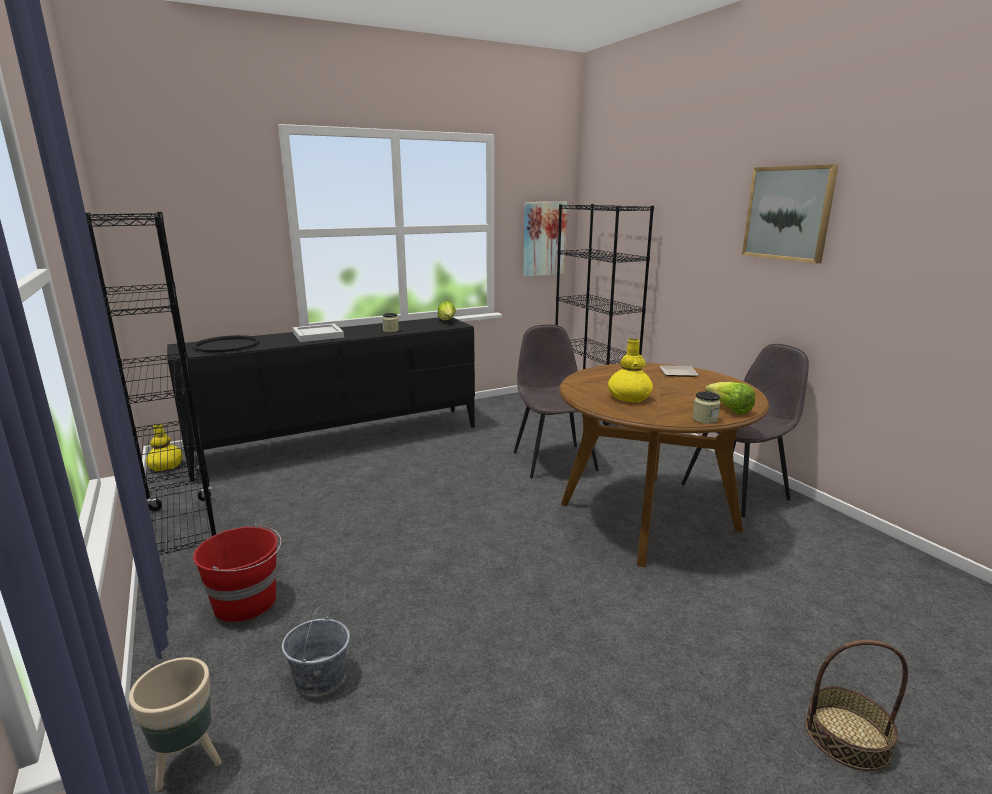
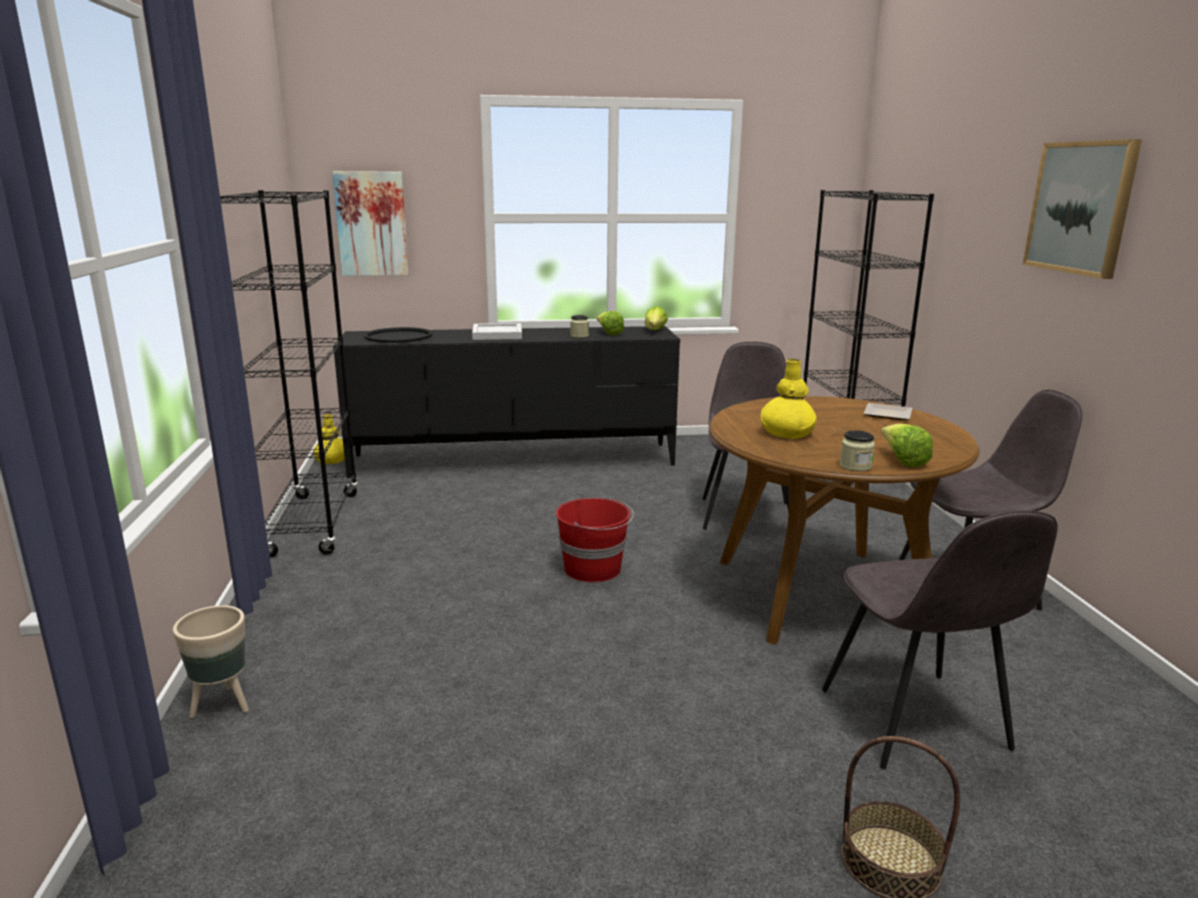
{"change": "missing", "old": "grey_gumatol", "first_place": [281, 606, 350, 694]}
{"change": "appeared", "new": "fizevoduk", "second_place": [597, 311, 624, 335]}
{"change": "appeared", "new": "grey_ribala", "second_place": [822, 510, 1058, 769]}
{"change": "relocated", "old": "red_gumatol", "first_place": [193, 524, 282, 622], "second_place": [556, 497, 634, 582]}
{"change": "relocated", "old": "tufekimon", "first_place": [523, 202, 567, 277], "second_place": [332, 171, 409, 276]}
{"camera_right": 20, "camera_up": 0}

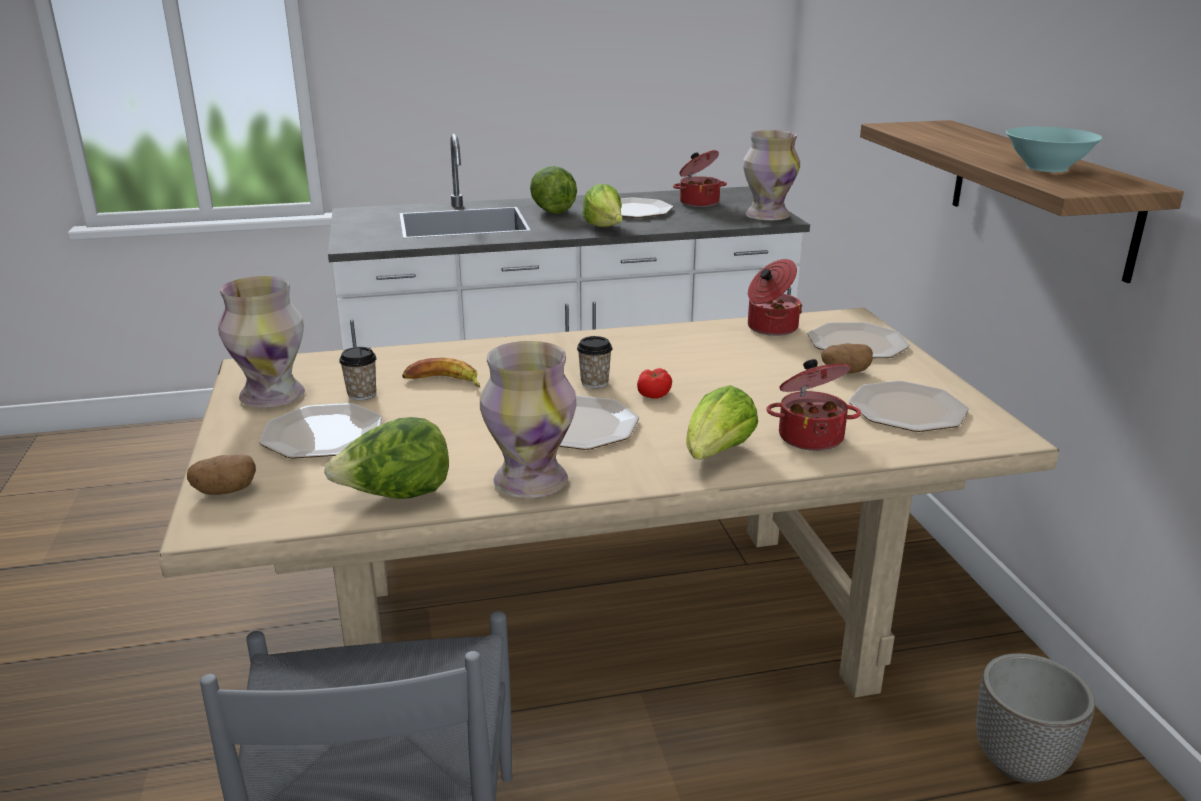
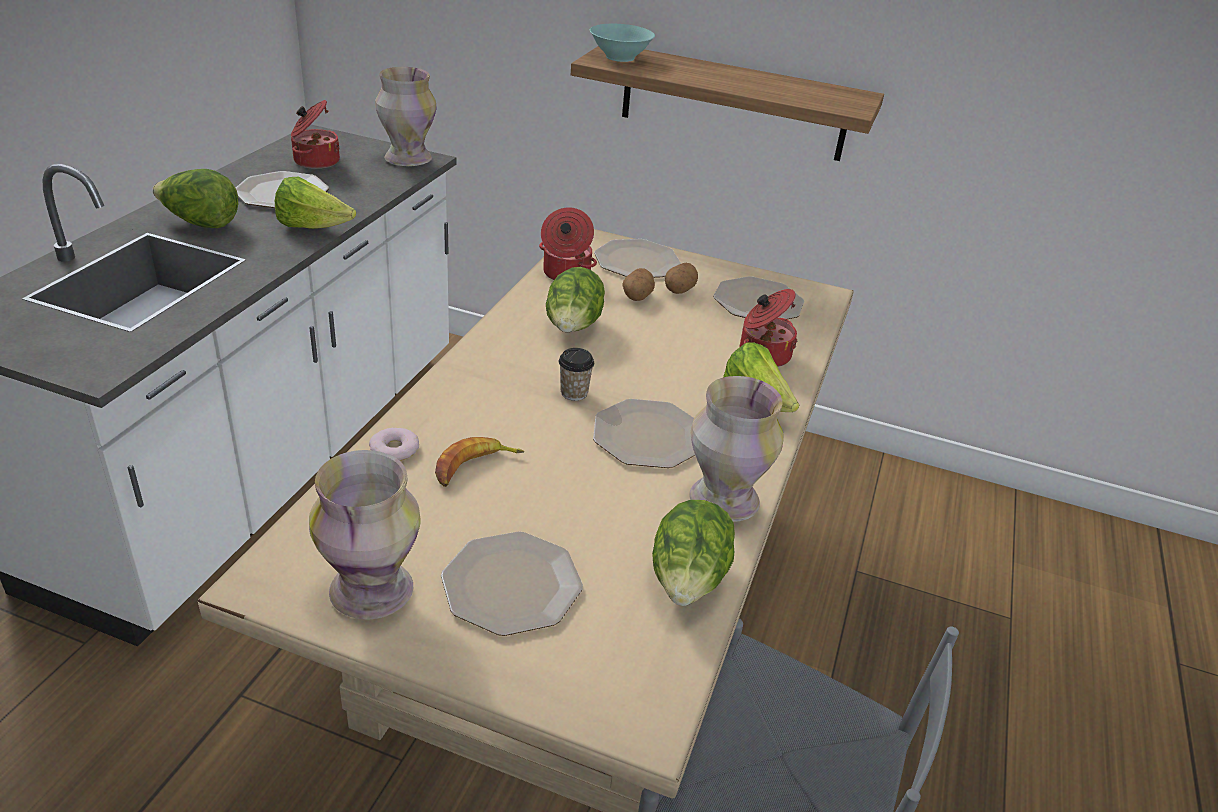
{"change": "missing", "old": "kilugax", "first_place": [339, 347, 377, 400]}
{"change": "missing", "old": "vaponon", "first_place": [637, 368, 672, 399]}
{"change": "missing", "old": "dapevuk", "first_place": [976, 653, 1095, 783]}
{"change": "appeared", "new": "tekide", "second_place": [369, 427, 419, 461]}
{"change": "appeared", "new": "fizevoduk", "second_place": [546, 267, 605, 332]}
{"change": "relocated", "old": "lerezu", "first_place": [187, 455, 256, 495], "second_place": [622, 268, 655, 301]}
{"change": "relocated", "old": "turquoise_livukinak", "first_place": [1006, 127, 1103, 172], "second_place": [590, 24, 655, 62]}
{"camera_right": -60, "camera_up": 10}

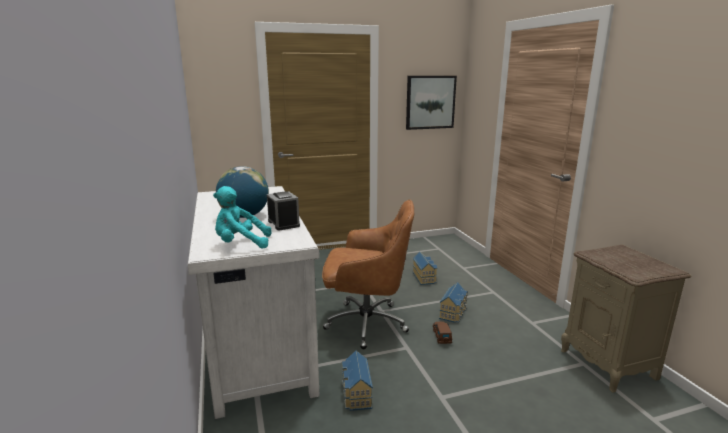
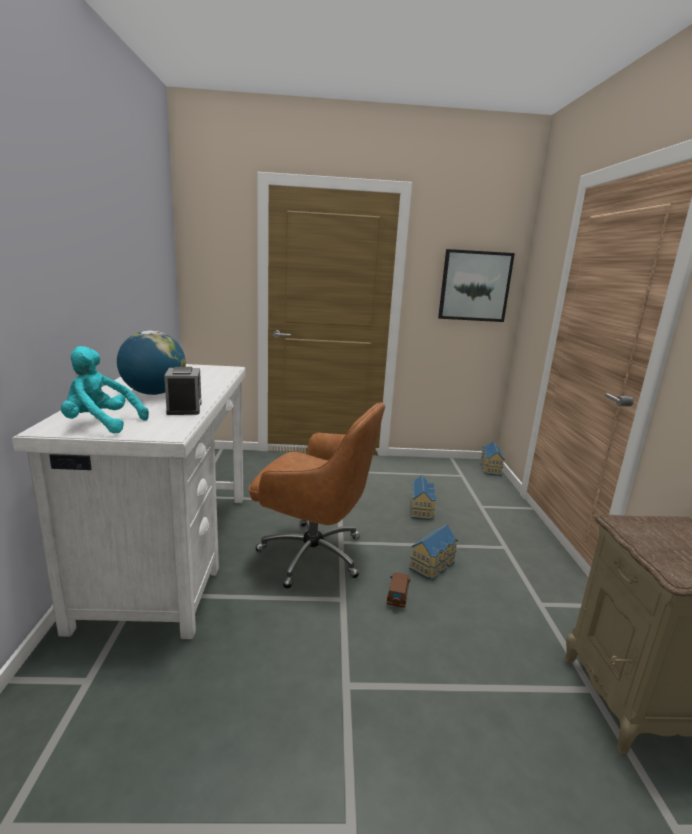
{"change": "relocated", "old": "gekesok", "first_place": [342, 351, 373, 411], "second_place": [480, 441, 505, 476]}
{"camera_right": 15, "camera_up": 0}

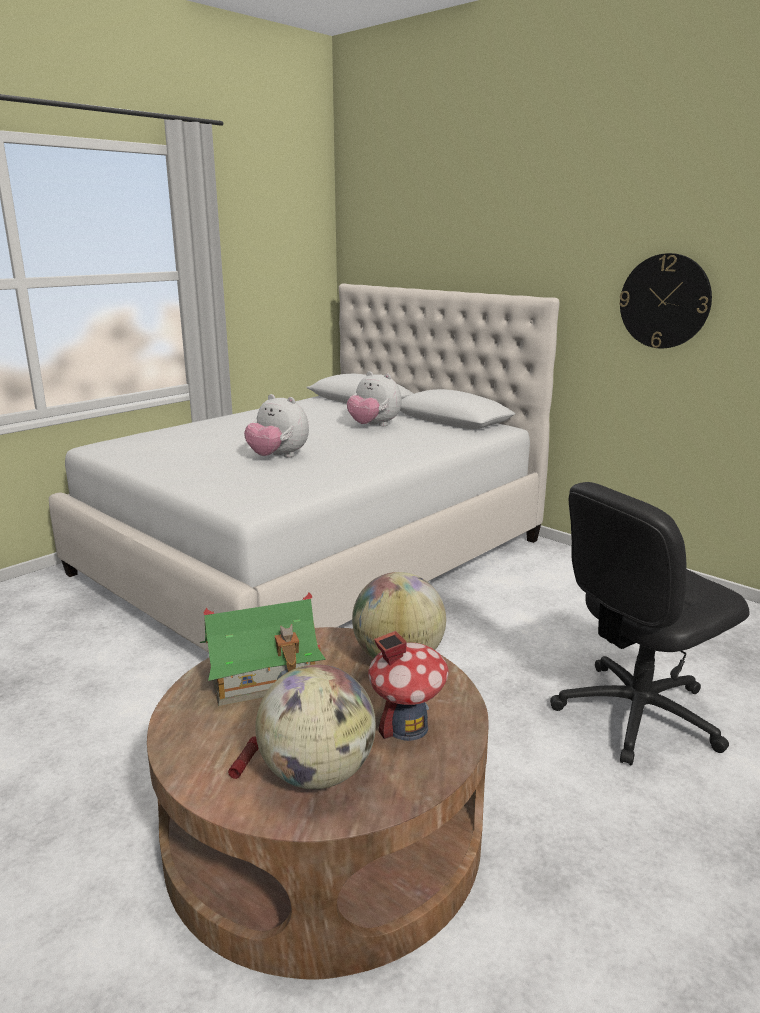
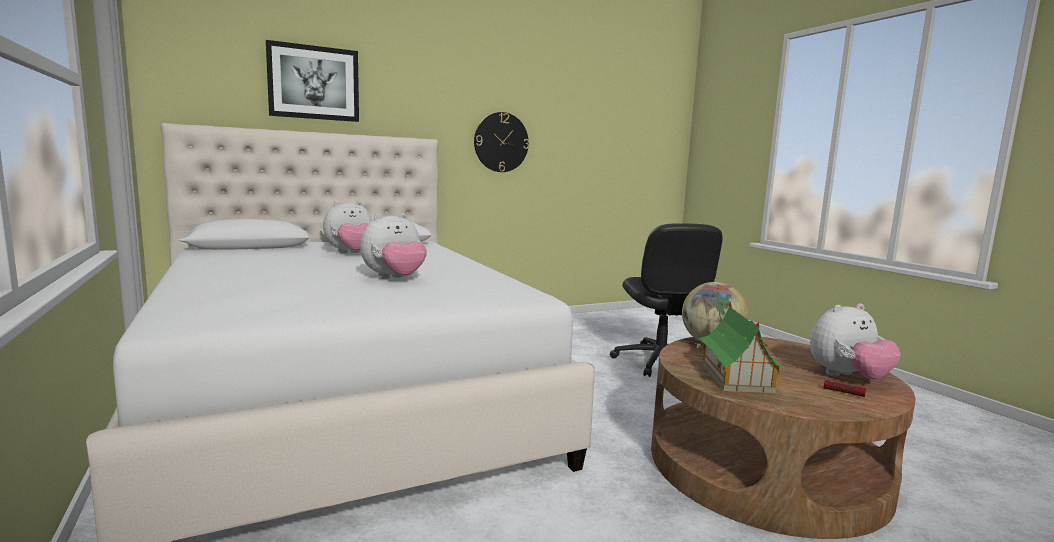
{"change": "missing", "old": "gekesok", "first_place": [368, 631, 449, 741]}
{"change": "appeared", "new": "tufekimon", "second_place": [266, 40, 359, 122]}
{"change": "exchanged", "old": "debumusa", "new": "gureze", "first_place": [255, 664, 376, 789], "second_place": [810, 303, 901, 379]}
{"camera_right": -70, "camera_up": -10}

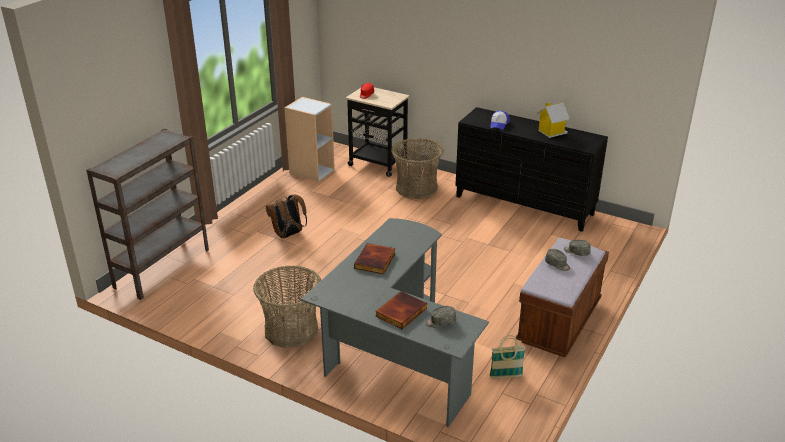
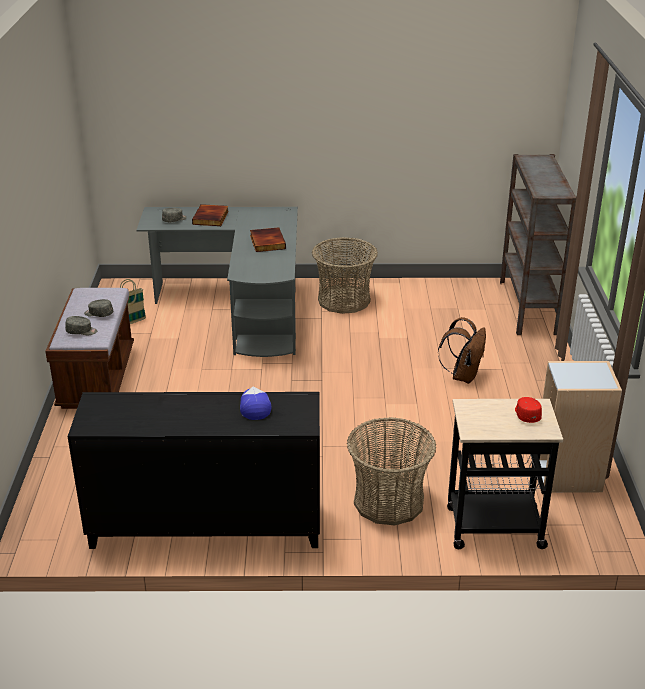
{"change": "missing", "old": "gekesok", "first_place": [537, 102, 570, 138]}
{"camera_right": 150, "camera_up": 0}

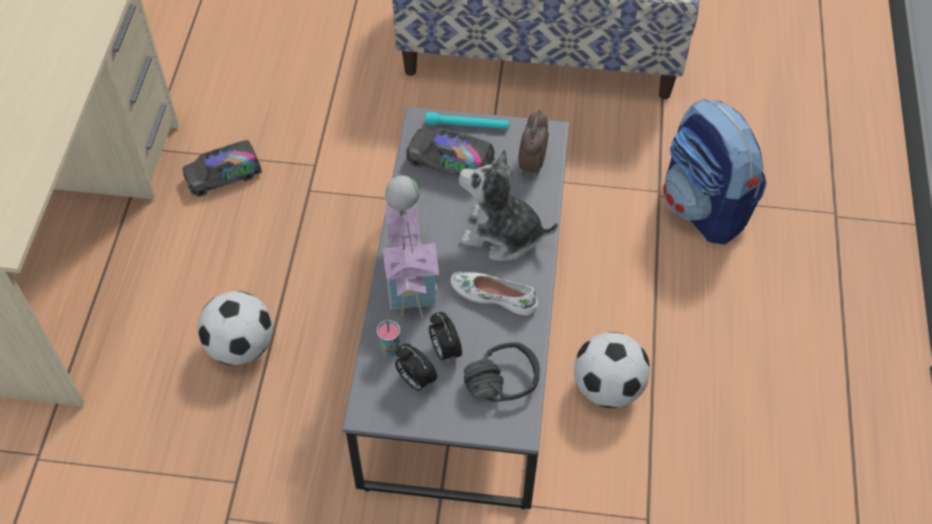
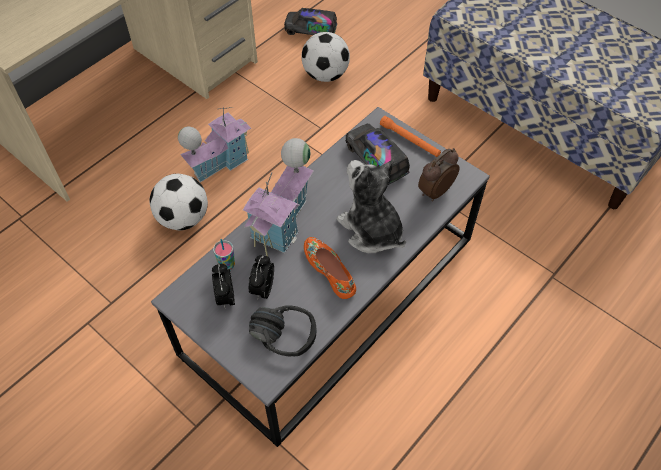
{"change": "missing", "old": "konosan", "first_place": [663, 99, 766, 245]}
{"change": "appeared", "new": "gekesok", "second_place": [178, 107, 252, 182]}
{"change": "relocated", "old": "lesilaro", "first_place": [183, 140, 262, 197], "second_place": [284, 8, 337, 35]}
{"change": "relocated", "old": "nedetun", "first_place": [574, 332, 650, 408], "second_place": [302, 32, 350, 82]}
{"change": "colour", "old": "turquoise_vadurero", "new": "orange_vadurero", "first_place": [425, 112, 509, 129], "second_place": [380, 116, 441, 157]}
{"change": "colour", "old": "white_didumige", "new": "orange_didumige", "first_place": [451, 272, 538, 315], "second_place": [304, 237, 356, 299]}
{"camera_right": 35, "camera_up": 0}

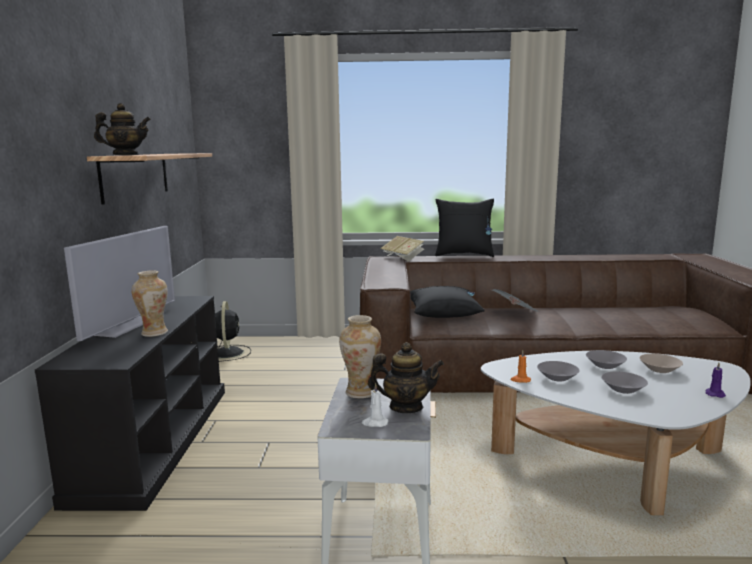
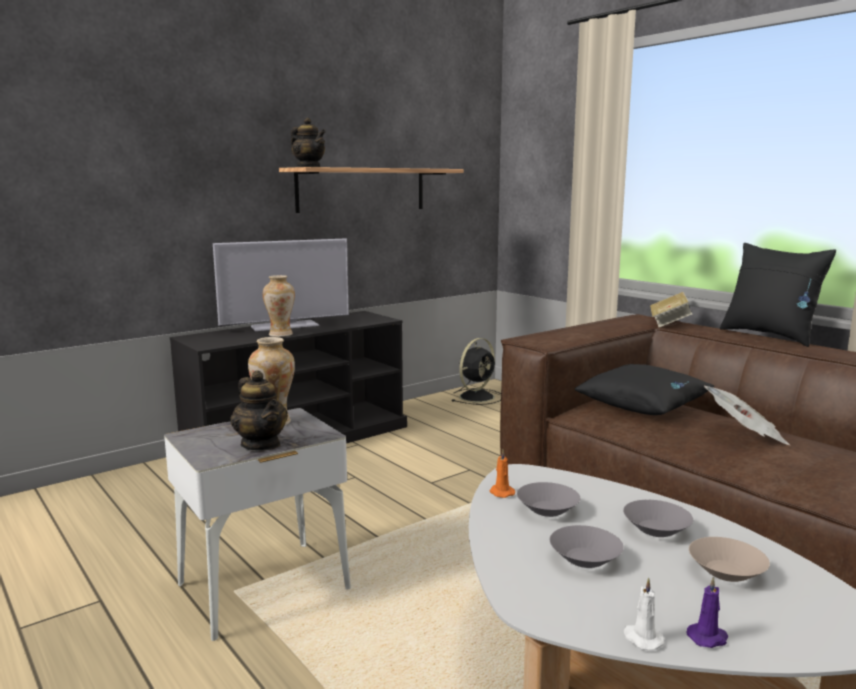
{"change": "relocated", "old": "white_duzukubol", "first_place": [362, 383, 388, 427], "second_place": [624, 578, 665, 651]}
{"camera_right": 50, "camera_up": 0}

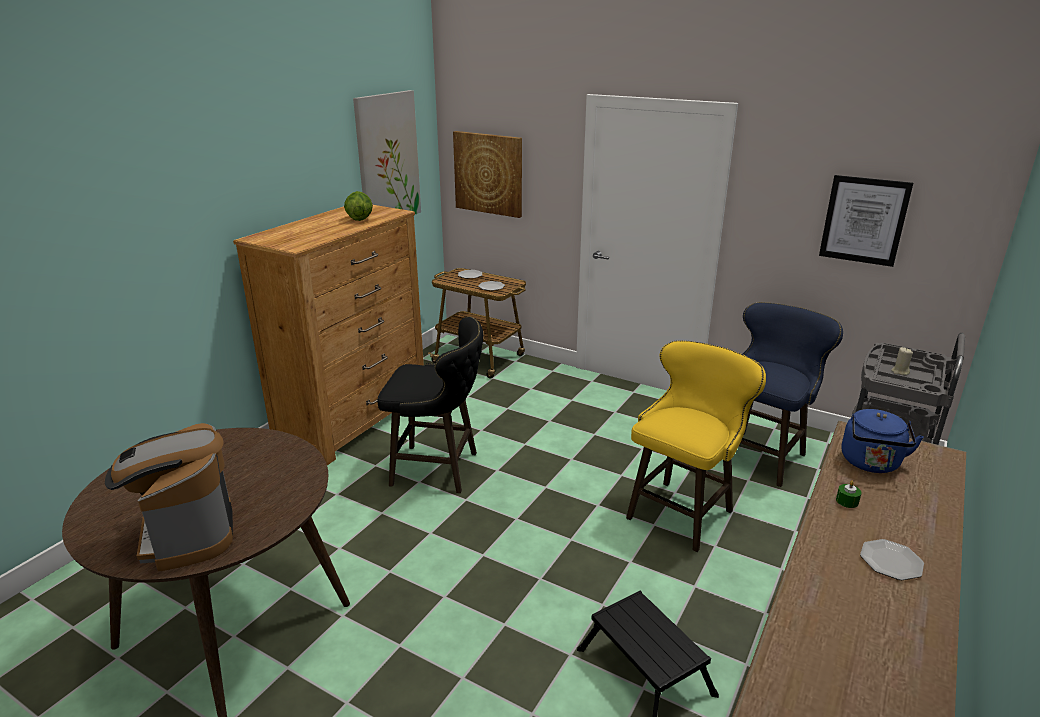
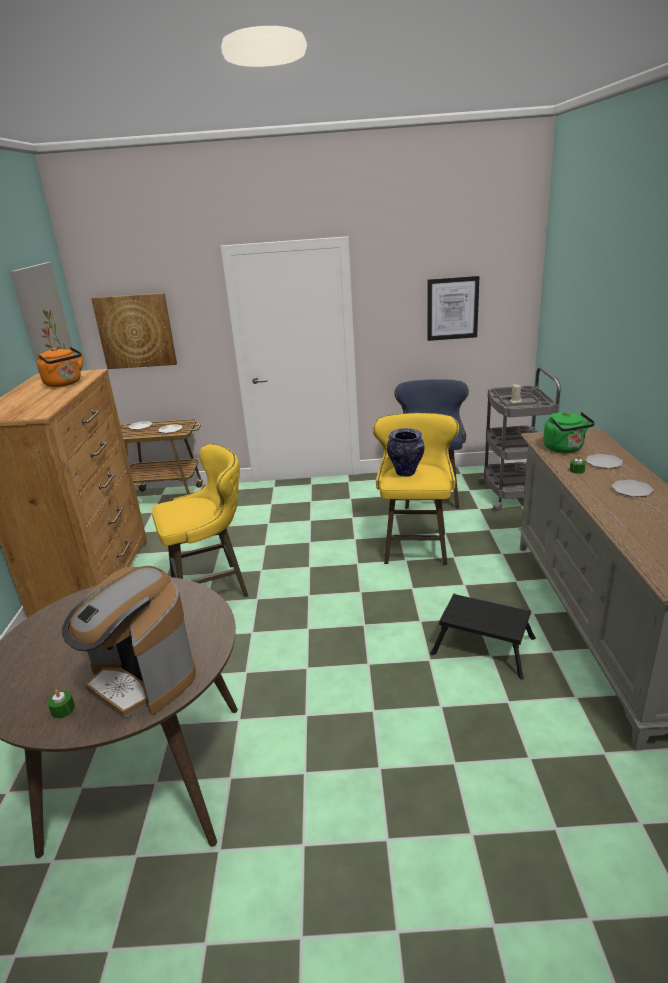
{"change": "appeared", "new": "green_duzukubol", "second_place": [47, 689, 75, 718]}
{"change": "appeared", "new": "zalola", "second_place": [387, 428, 424, 477]}
{"change": "appeared", "new": "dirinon", "second_place": [586, 454, 623, 469]}
{"change": "exchanged", "old": "fizevoduk", "new": "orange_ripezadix", "first_place": [344, 191, 373, 221], "second_place": [37, 347, 83, 387]}
{"change": "colour", "old": "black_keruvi", "new": "yellow_keruvi", "first_place": [377, 317, 483, 493], "second_place": [152, 444, 248, 597]}
{"change": "colour", "old": "blue_ripezadix", "new": "green_ripezadix", "first_place": [842, 409, 924, 473], "second_place": [543, 412, 595, 453]}
{"camera_right": -30, "camera_up": 0}

